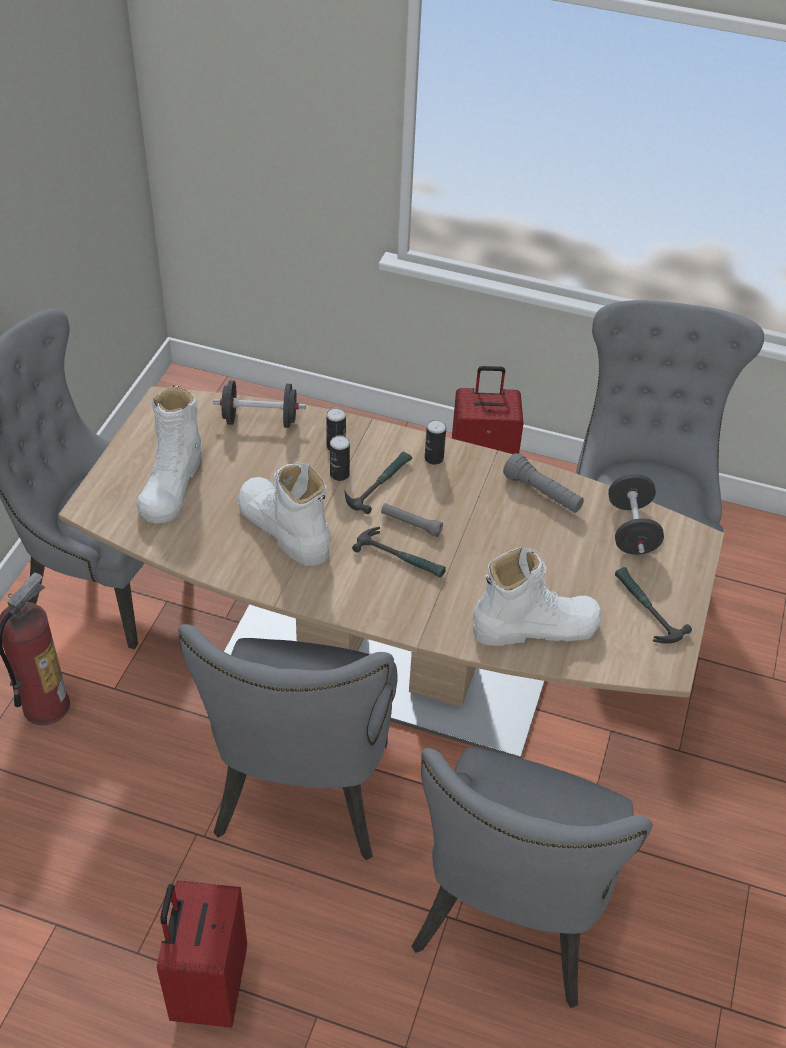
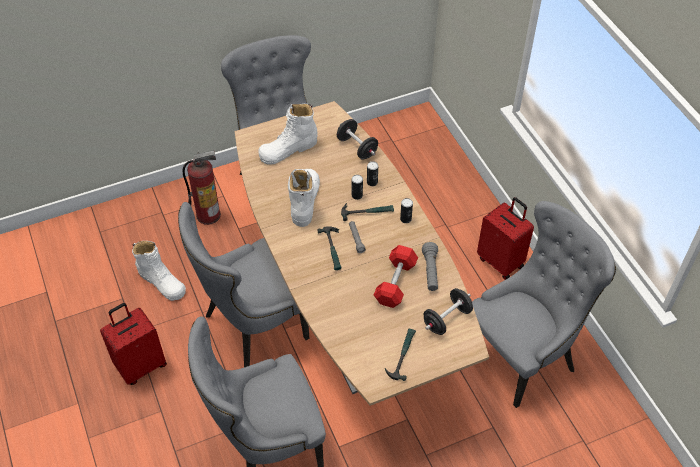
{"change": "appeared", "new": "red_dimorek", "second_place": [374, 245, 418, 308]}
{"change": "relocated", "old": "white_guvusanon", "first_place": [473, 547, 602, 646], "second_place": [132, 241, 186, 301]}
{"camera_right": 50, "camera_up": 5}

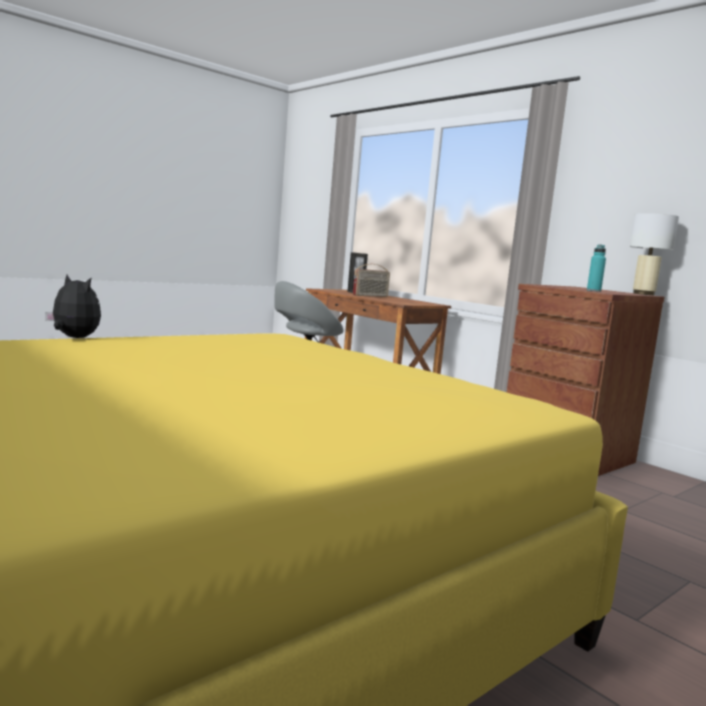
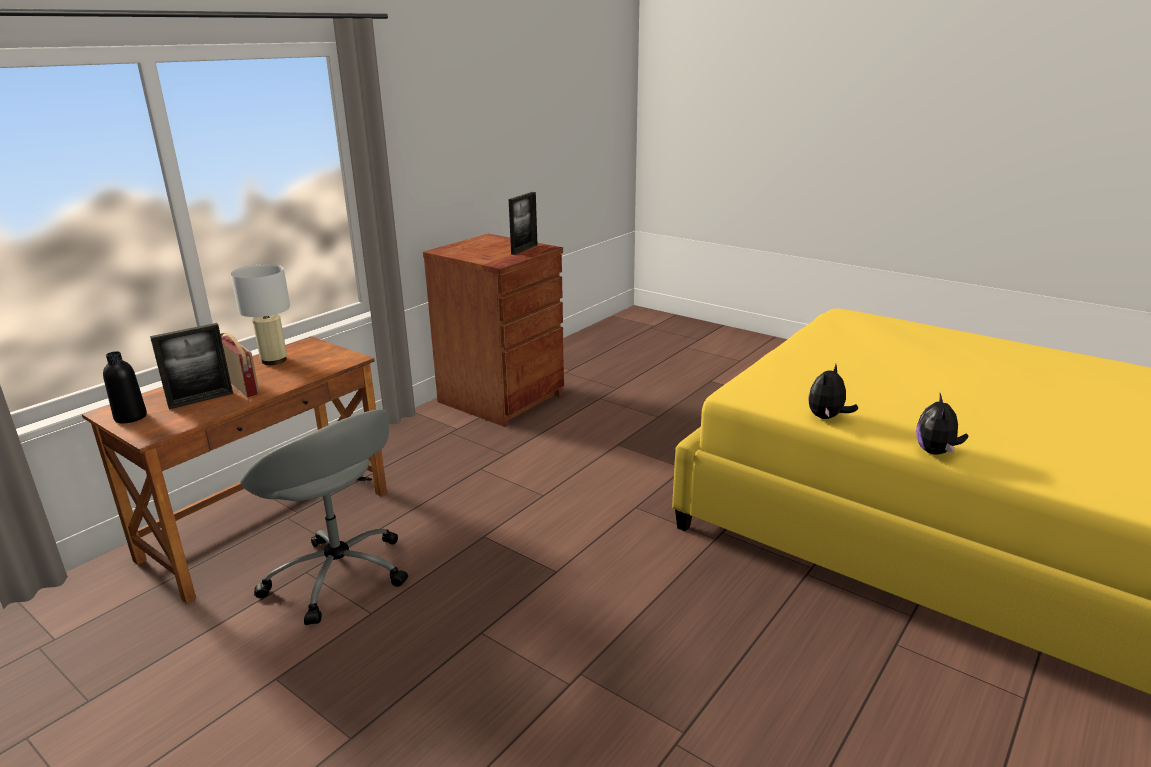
{"change": "appeared", "new": "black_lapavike", "second_place": [103, 351, 147, 423]}
{"change": "appeared", "new": "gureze", "second_place": [808, 365, 858, 419]}
{"change": "relocated", "old": "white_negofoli", "first_place": [630, 213, 679, 295], "second_place": [231, 264, 290, 365]}
{"change": "exchanged", "old": "turquoise_lapavike", "new": "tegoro", "first_place": [587, 245, 606, 292], "second_place": [509, 192, 537, 255]}
{"camera_right": -100, "camera_up": 15}

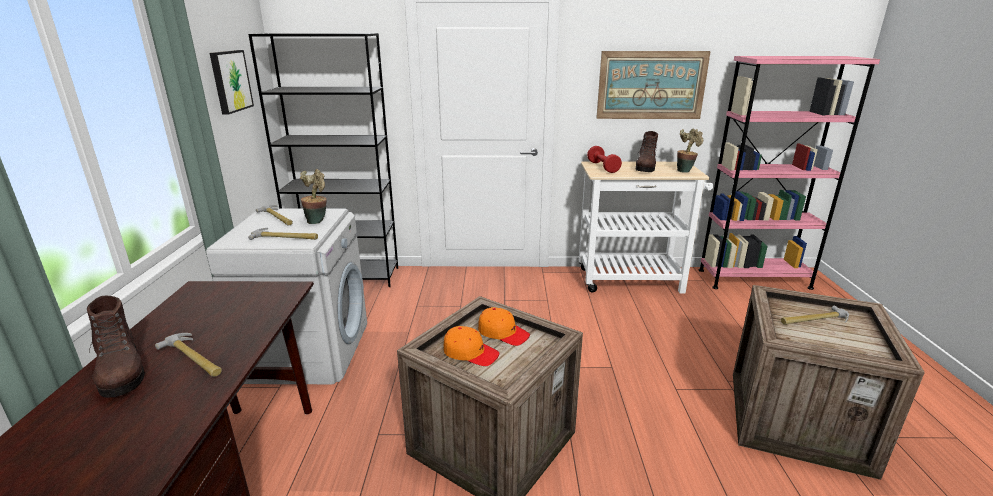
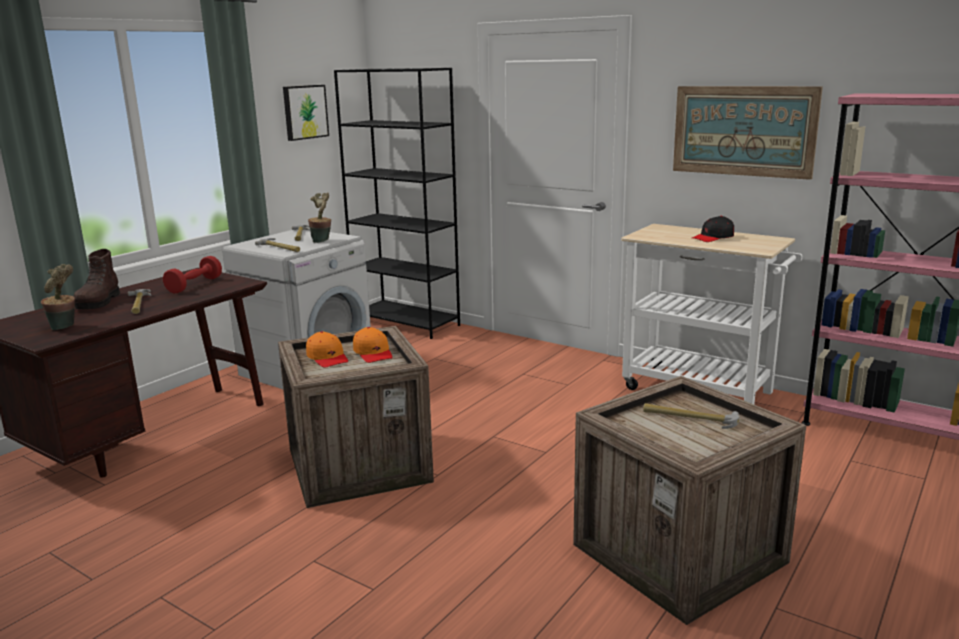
{"change": "relocated", "old": "red_dimorek", "first_place": [587, 146, 622, 173], "second_place": [163, 256, 222, 294]}
{"change": "relocated", "old": "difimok", "first_place": [677, 128, 703, 173], "second_place": [41, 264, 75, 330]}
{"change": "exchanged", "old": "brown_guvusanon", "new": "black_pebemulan", "first_place": [635, 131, 658, 172], "second_place": [692, 216, 734, 242]}
{"camera_right": 35, "camera_up": -5}

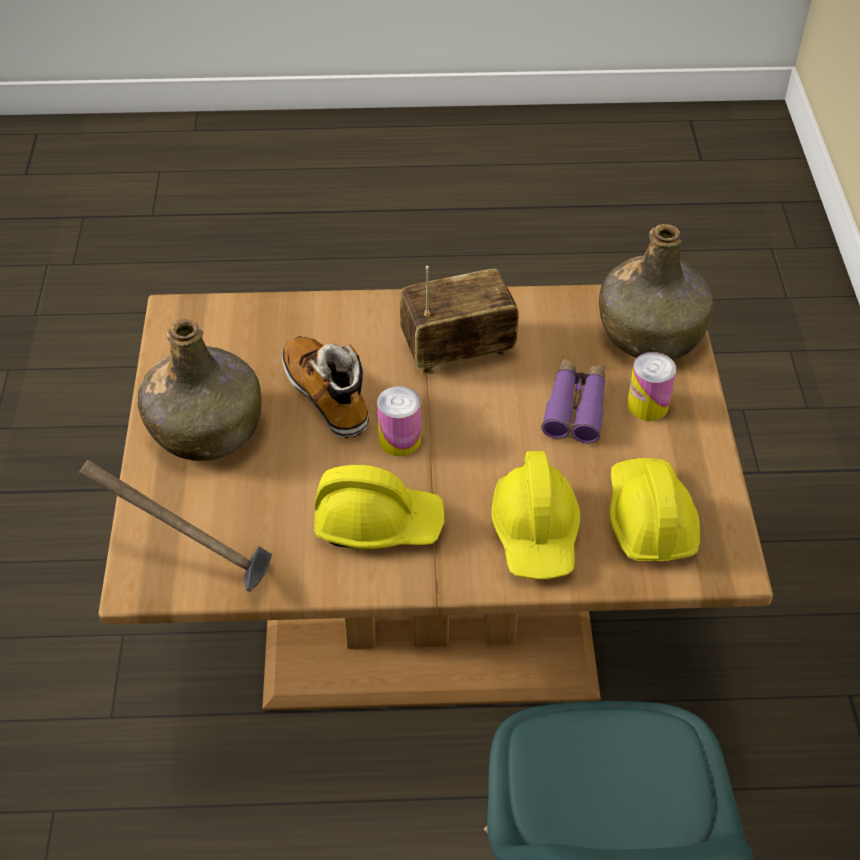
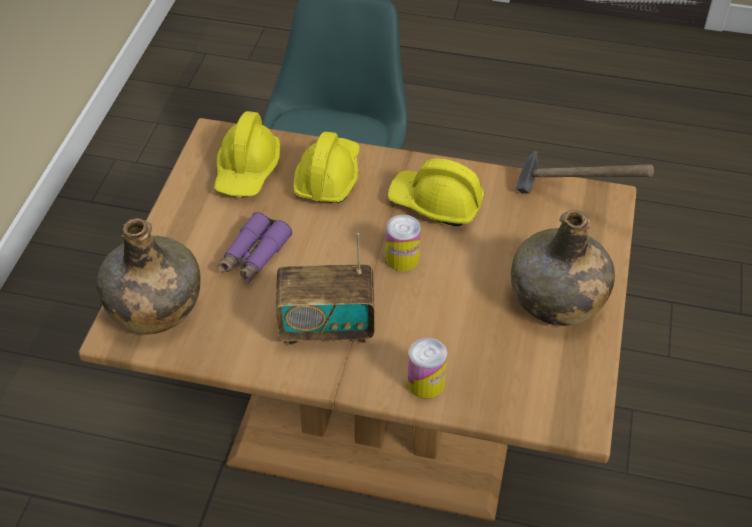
{"change": "missing", "old": "guvusanon", "first_place": [282, 336, 369, 438]}
{"change": "relocated", "old": "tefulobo", "first_place": [627, 352, 676, 421], "second_place": [408, 338, 448, 399]}
{"camera_right": -165, "camera_up": 0}

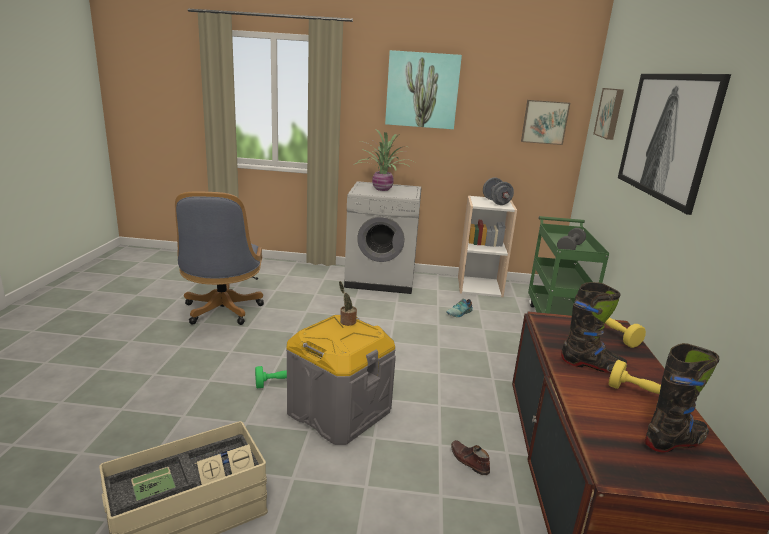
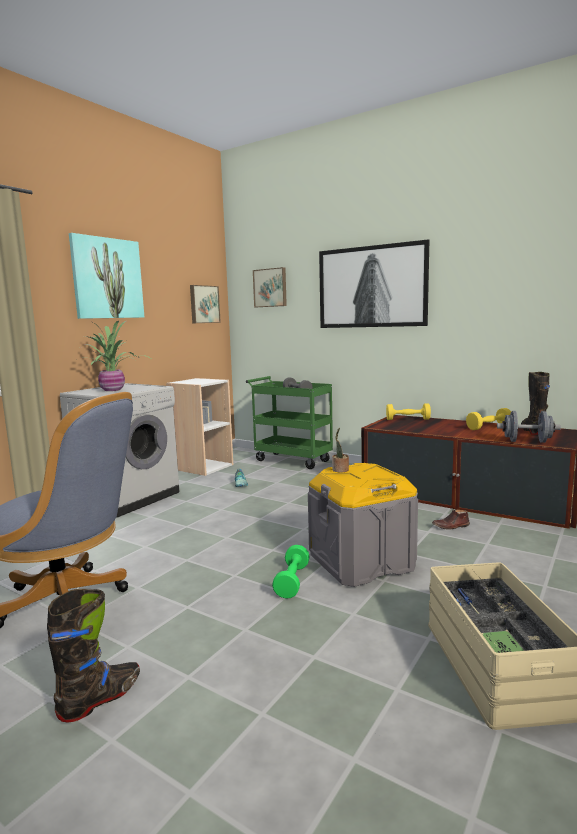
{"change": "relocated", "old": "grey_dimorek", "first_place": [483, 177, 514, 205], "second_place": [497, 411, 561, 443]}
{"change": "relocated", "old": "black_guvusanon", "first_place": [561, 282, 628, 373], "second_place": [47, 589, 140, 722]}
{"camera_right": -60, "camera_up": -10}

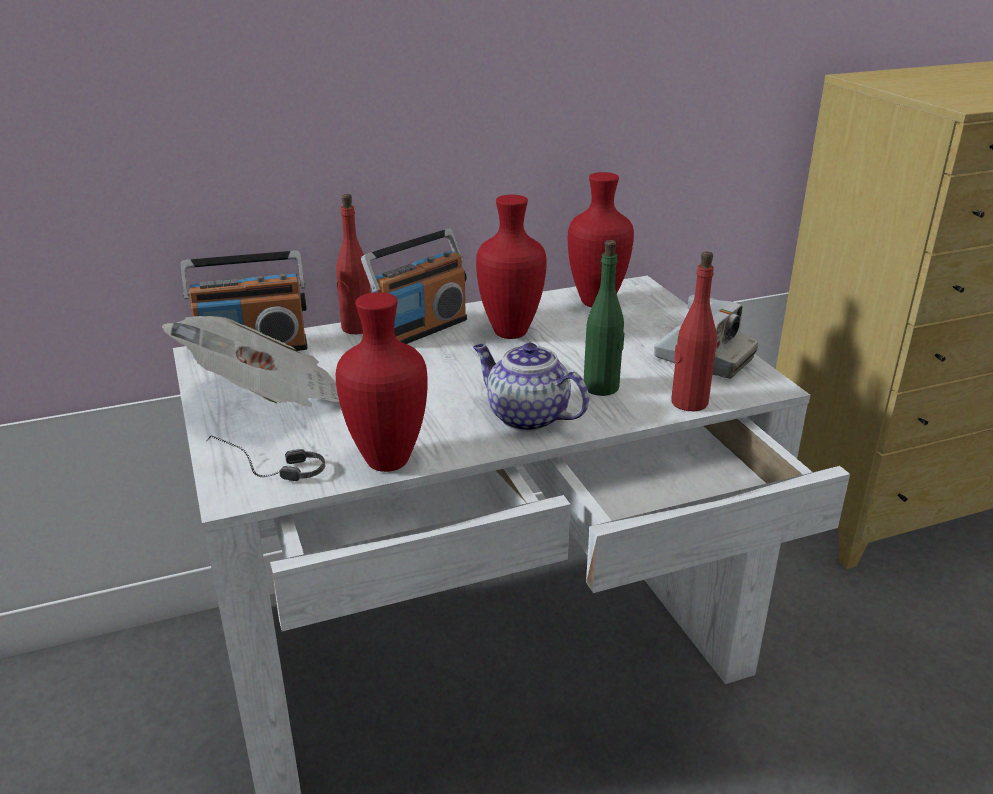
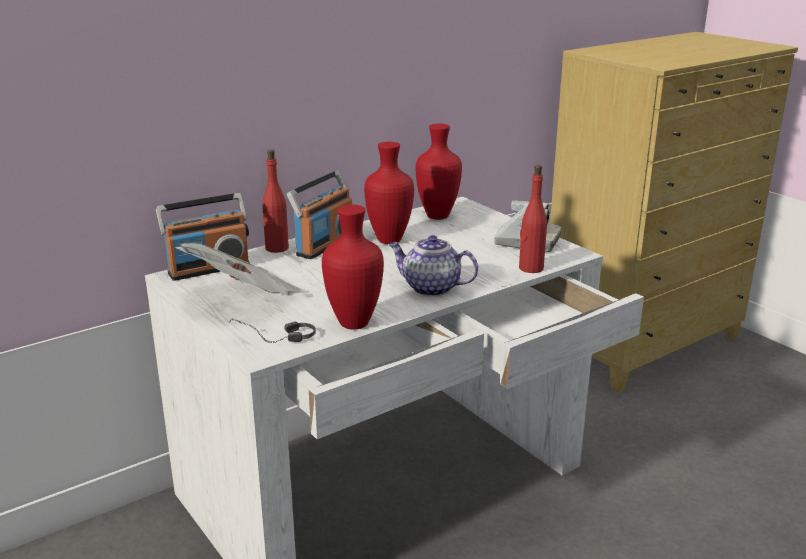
{"change": "missing", "old": "green_lapavike", "first_place": [584, 240, 625, 396]}
{"camera_right": -15, "camera_up": -5}

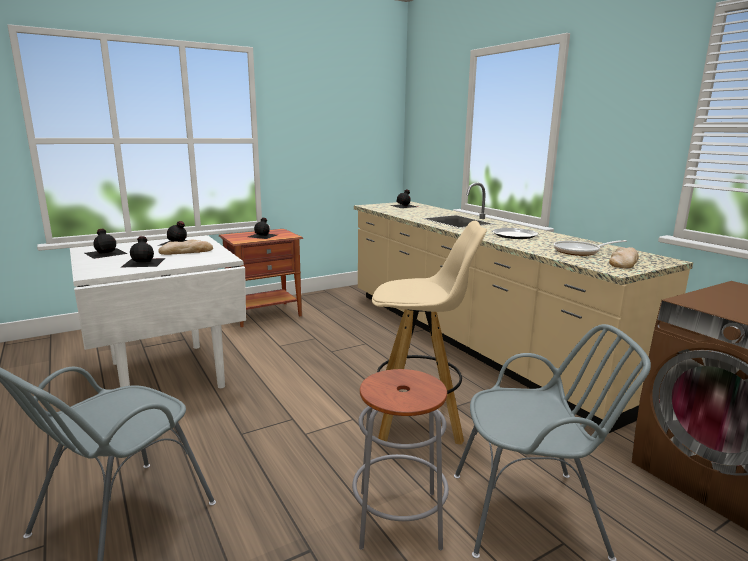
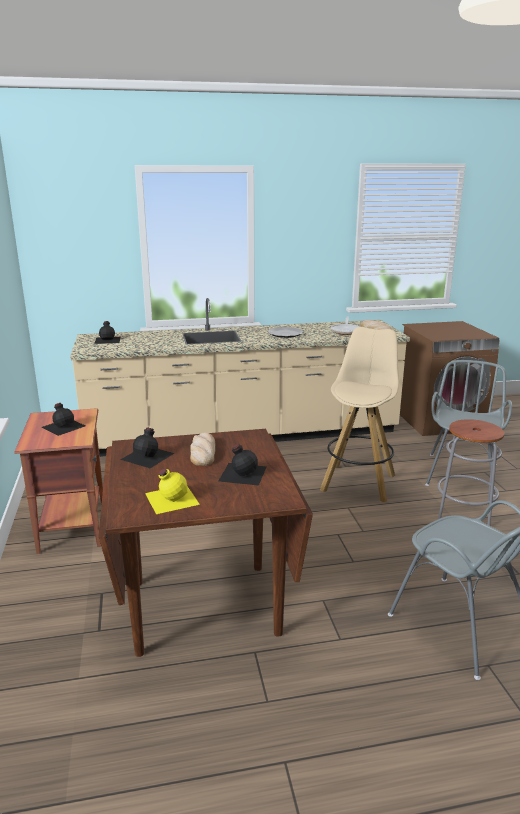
{"change": "colour", "old": "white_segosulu", "new": "brown_segosulu", "first_place": [70, 235, 246, 388], "second_place": [99, 429, 313, 657]}
{"change": "colour", "old": "black_lapavike", "new": "yellow_lapavike", "first_place": [85, 229, 128, 259], "second_place": [145, 469, 200, 514]}
{"camera_right": -70, "camera_up": 5}

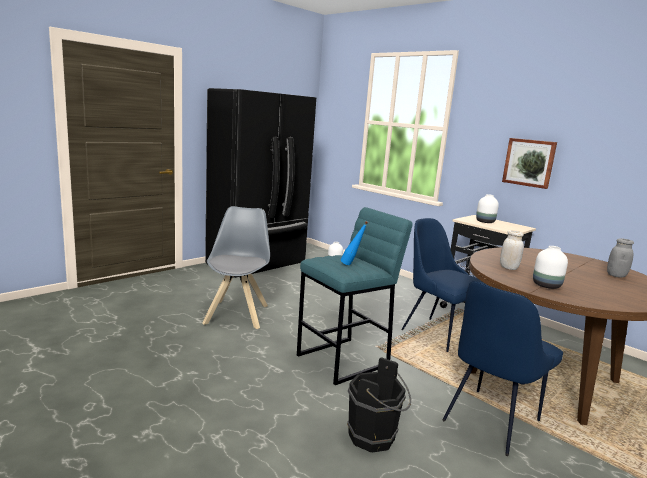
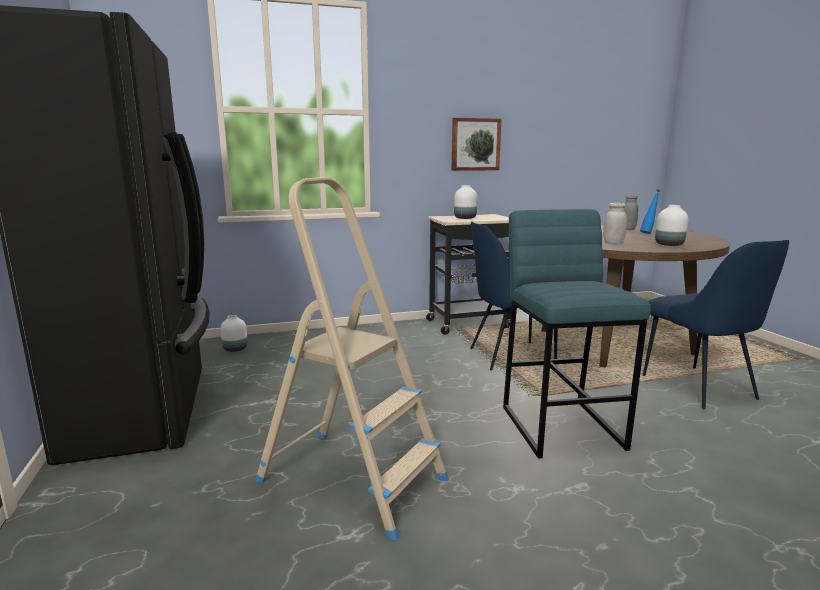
{"change": "missing", "old": "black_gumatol", "first_place": [347, 357, 411, 452]}
{"change": "relocated", "old": "blue_lapavike", "first_place": [340, 221, 368, 265], "second_place": [640, 189, 660, 234]}
{"change": "exchanged", "old": "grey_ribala", "new": "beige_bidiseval", "first_place": [202, 206, 270, 329], "second_place": [255, 177, 449, 541]}
{"camera_right": -60, "camera_up": 0}

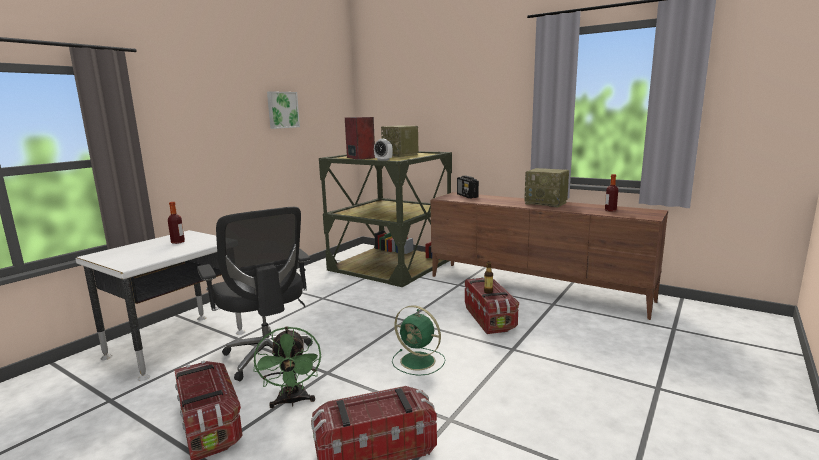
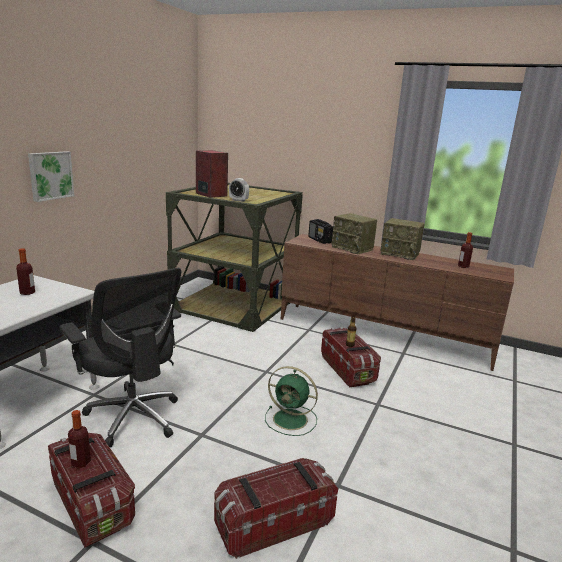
{"change": "missing", "old": "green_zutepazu", "first_place": [253, 326, 321, 408]}
{"change": "appeared", "new": "lapavike", "second_place": [68, 410, 91, 468]}
{"change": "relocated", "old": "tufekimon", "first_place": [267, 91, 300, 129], "second_place": [28, 151, 74, 202]}
{"change": "relocated", "old": "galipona", "first_place": [381, 125, 418, 157], "second_place": [332, 213, 377, 254]}
{"camera_right": -10, "camera_up": 5}

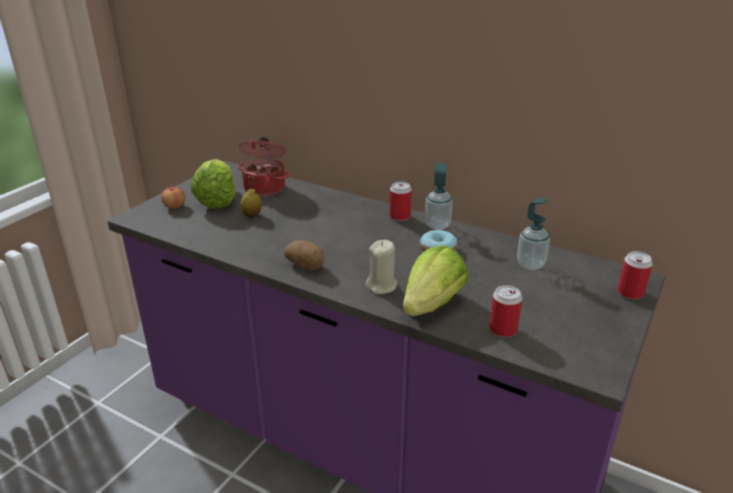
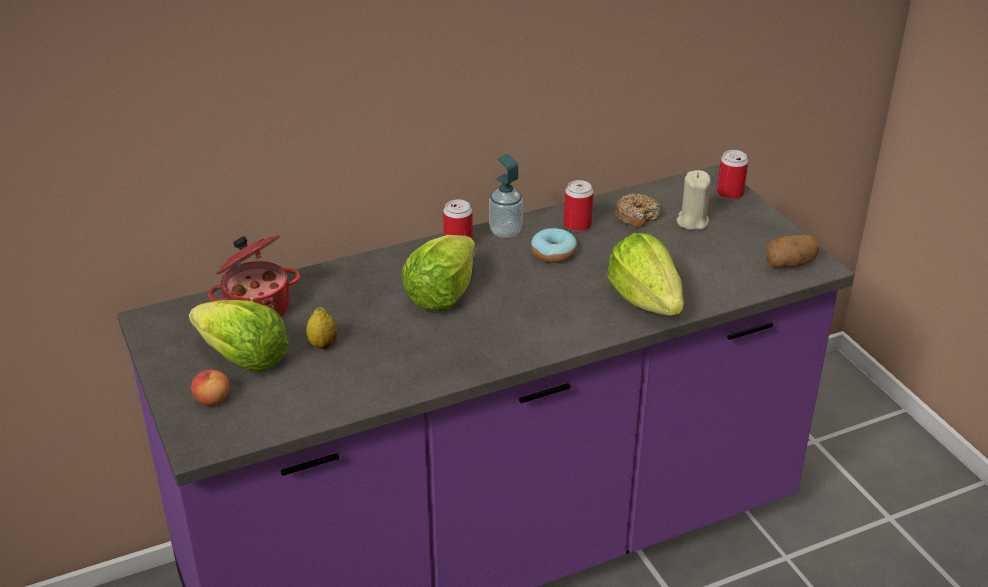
{"change": "appeared", "new": "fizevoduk", "second_place": [401, 235, 476, 311]}
{"change": "relocated", "old": "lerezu", "first_place": [284, 240, 324, 270], "second_place": [765, 235, 820, 268]}
{"change": "relocated", "old": "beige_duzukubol", "first_place": [365, 240, 397, 294], "second_place": [677, 170, 711, 230]}
{"change": "relocated", "old": "tefulobo", "first_place": [489, 285, 522, 337], "second_place": [564, 180, 594, 232]}
{"change": "exchanged", "old": "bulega", "new": "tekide", "first_place": [517, 199, 550, 270], "second_place": [615, 193, 661, 228]}
{"camera_right": -55, "camera_up": 5}

